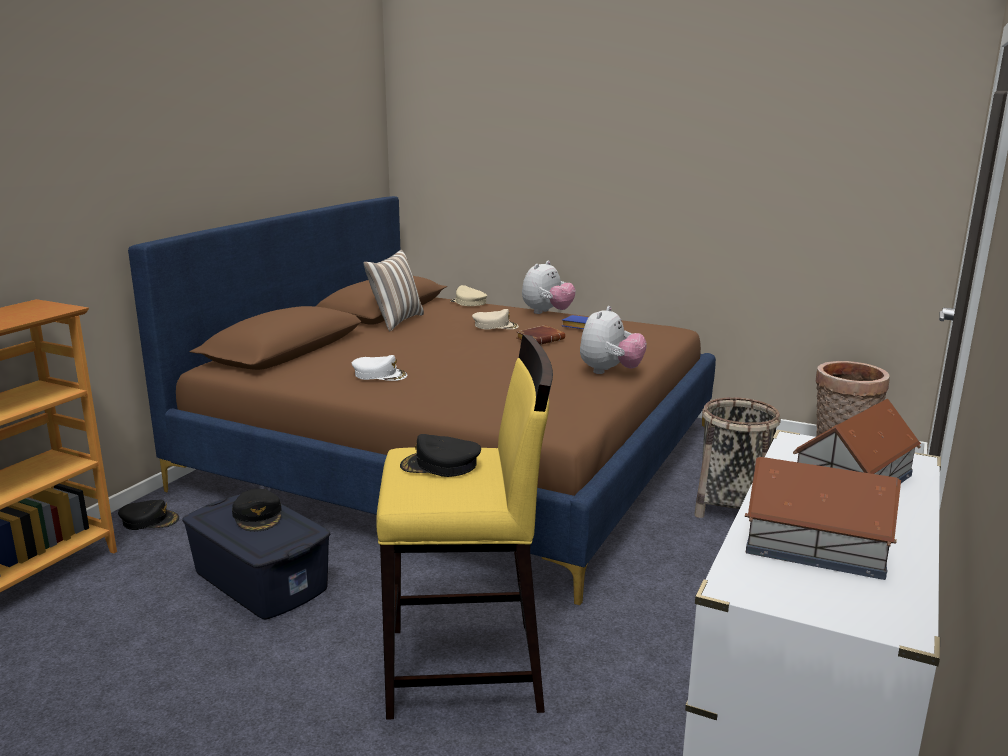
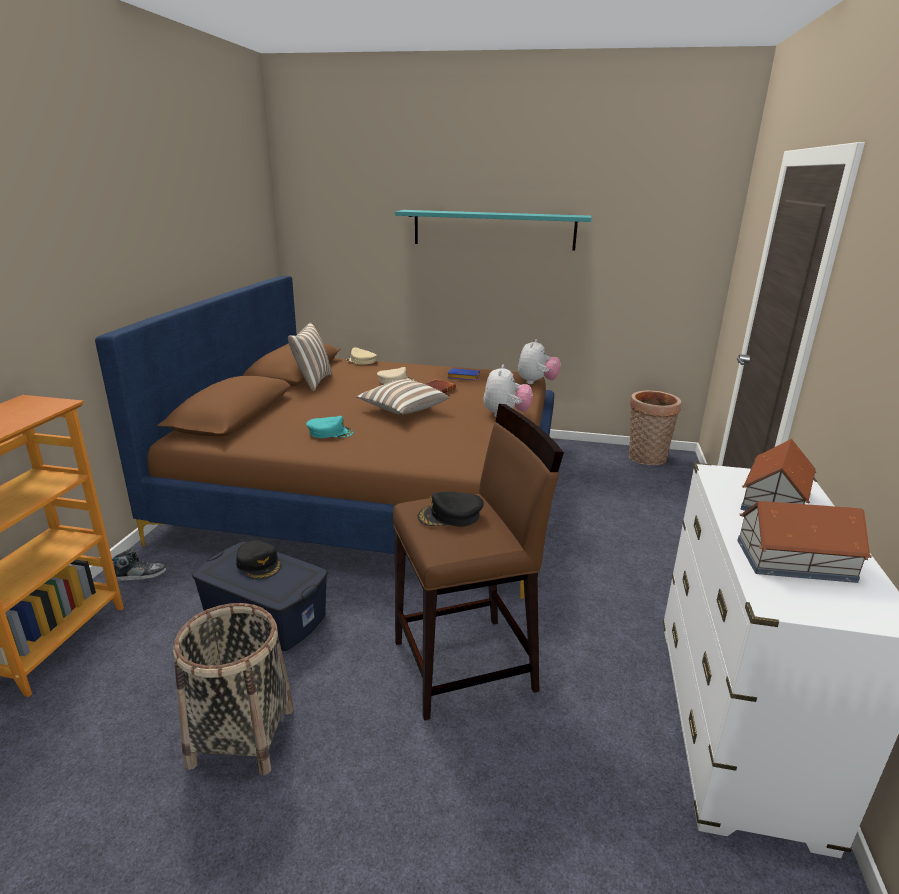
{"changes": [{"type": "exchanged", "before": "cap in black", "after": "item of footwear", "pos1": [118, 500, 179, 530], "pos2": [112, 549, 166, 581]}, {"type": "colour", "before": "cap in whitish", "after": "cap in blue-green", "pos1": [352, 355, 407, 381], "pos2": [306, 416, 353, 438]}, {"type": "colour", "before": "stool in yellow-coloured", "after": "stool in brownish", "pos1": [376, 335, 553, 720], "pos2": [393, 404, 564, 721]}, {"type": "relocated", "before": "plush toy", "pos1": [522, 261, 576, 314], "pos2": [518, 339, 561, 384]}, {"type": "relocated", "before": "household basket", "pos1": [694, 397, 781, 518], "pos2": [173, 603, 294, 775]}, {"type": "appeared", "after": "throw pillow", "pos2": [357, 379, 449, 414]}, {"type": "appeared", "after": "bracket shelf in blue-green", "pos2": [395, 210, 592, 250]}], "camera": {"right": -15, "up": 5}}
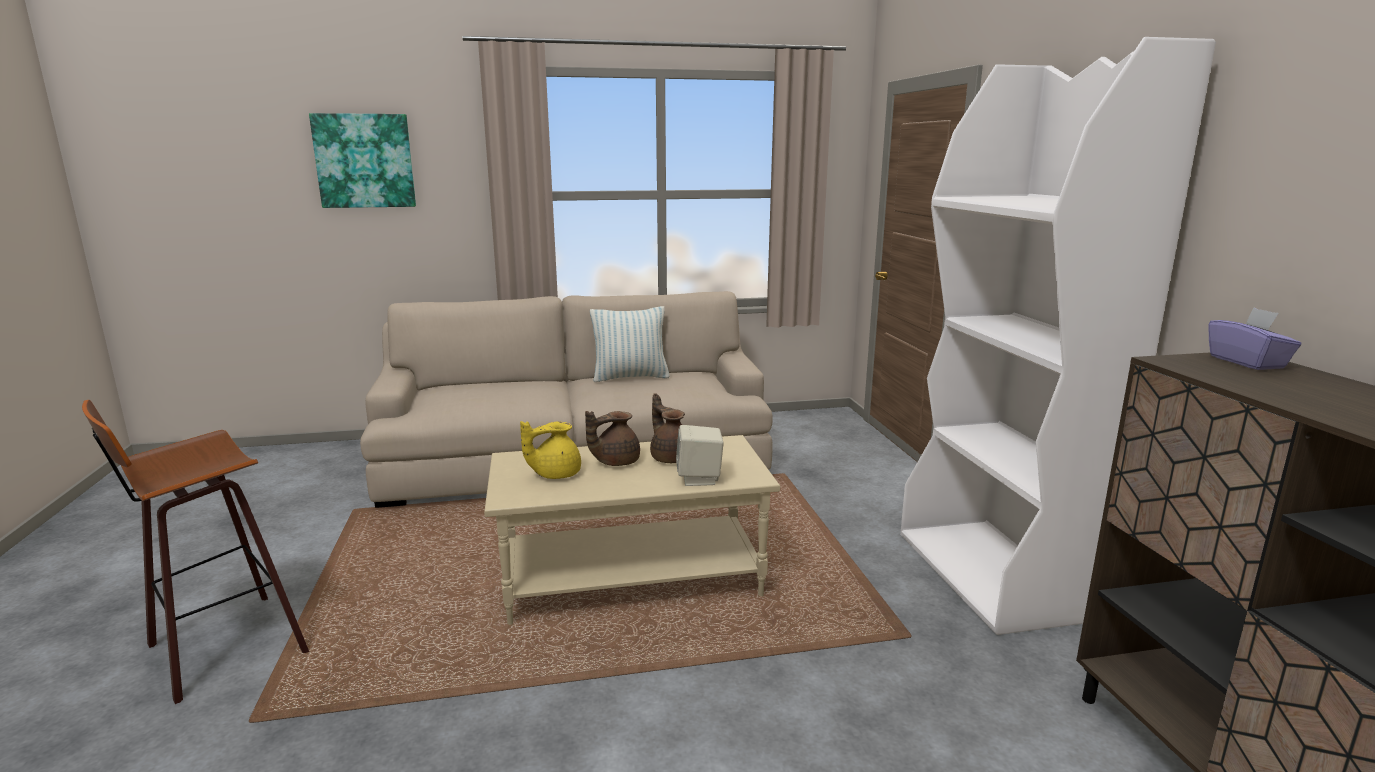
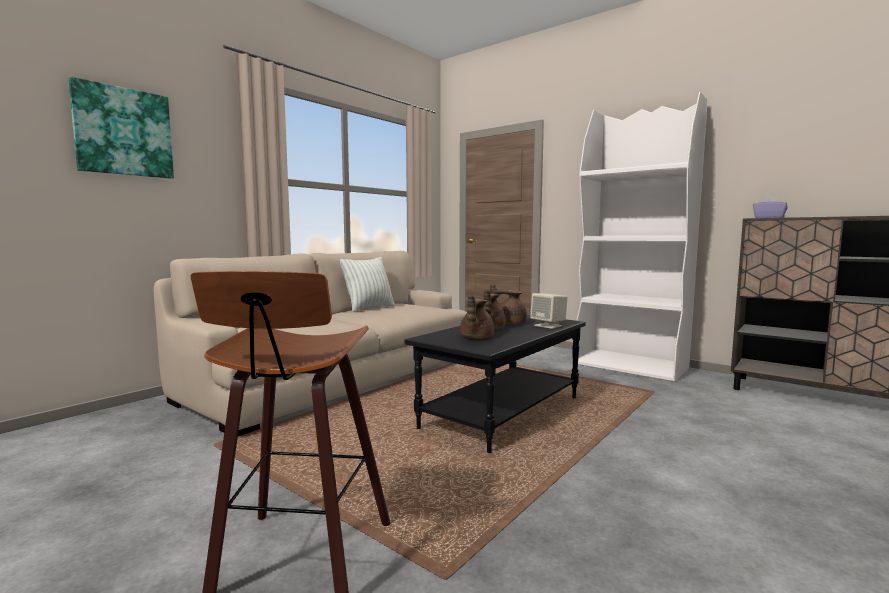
{"changes": [{"type": "colour", "before": "coffee table in beige", "after": "coffee table in black", "pos1": [484, 435, 780, 625], "pos2": [404, 315, 586, 453]}, {"type": "colour", "before": "teapot in yellow-coloured", "after": "teapot in brownish", "pos1": [520, 421, 581, 479], "pos2": [460, 295, 494, 339]}], "camera": {"right": -40, "up": -10}}
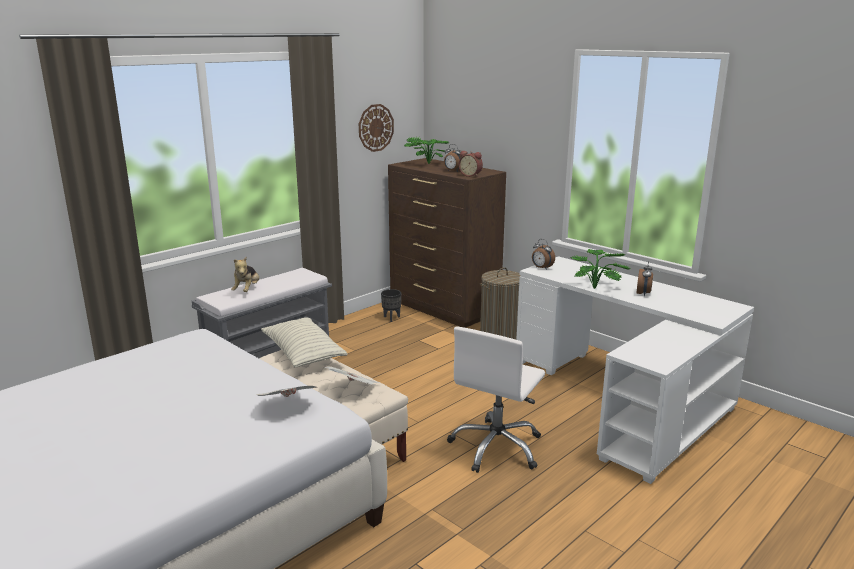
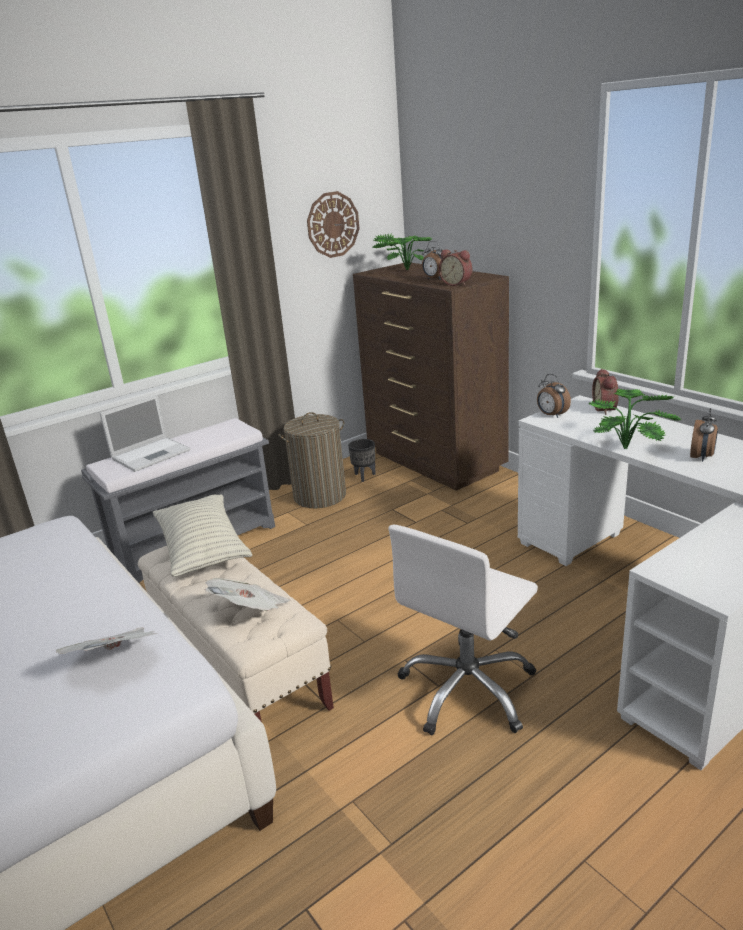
{"changes": [{"type": "exchanged", "before": "plush toy", "after": "laptop", "pos1": [231, 256, 259, 292], "pos2": [100, 395, 190, 472]}, {"type": "relocated", "before": "hamper", "pos1": [480, 267, 521, 339], "pos2": [278, 412, 346, 508]}, {"type": "appeared", "after": "alarm clock", "pos2": [592, 369, 619, 415]}], "camera": {"right": 10, "up": 5}}
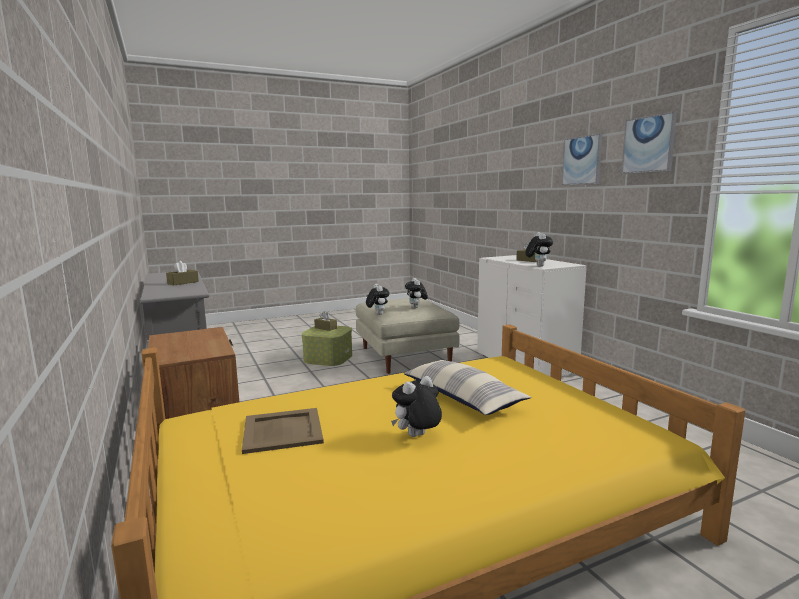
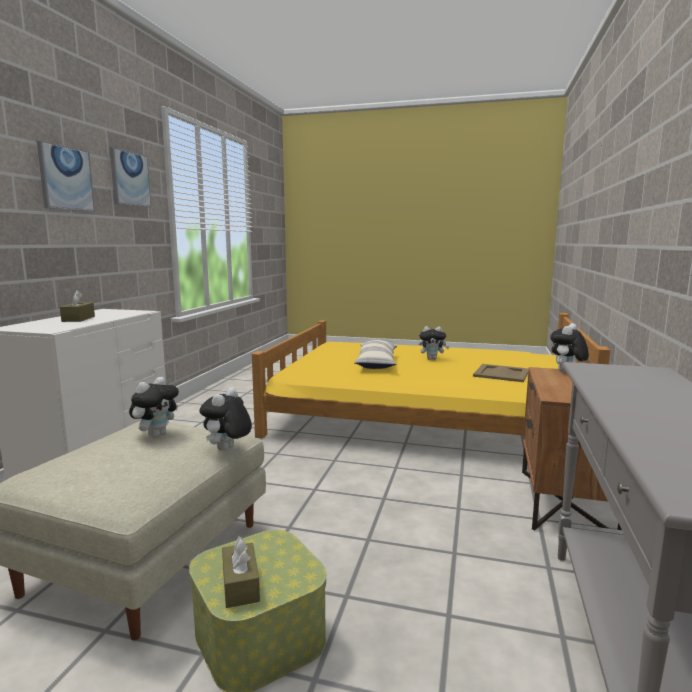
{"changes": [{"type": "missing", "before": "box of tissues in brownish", "pos1": [166, 261, 199, 285]}, {"type": "relocated", "before": "plush toy", "pos1": [525, 232, 553, 267], "pos2": [550, 323, 589, 372]}], "camera": {"right": -140, "up": 0}}
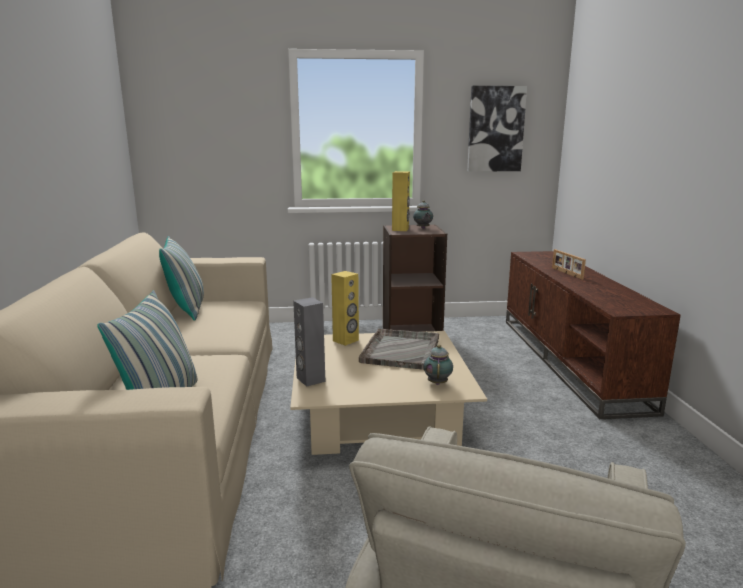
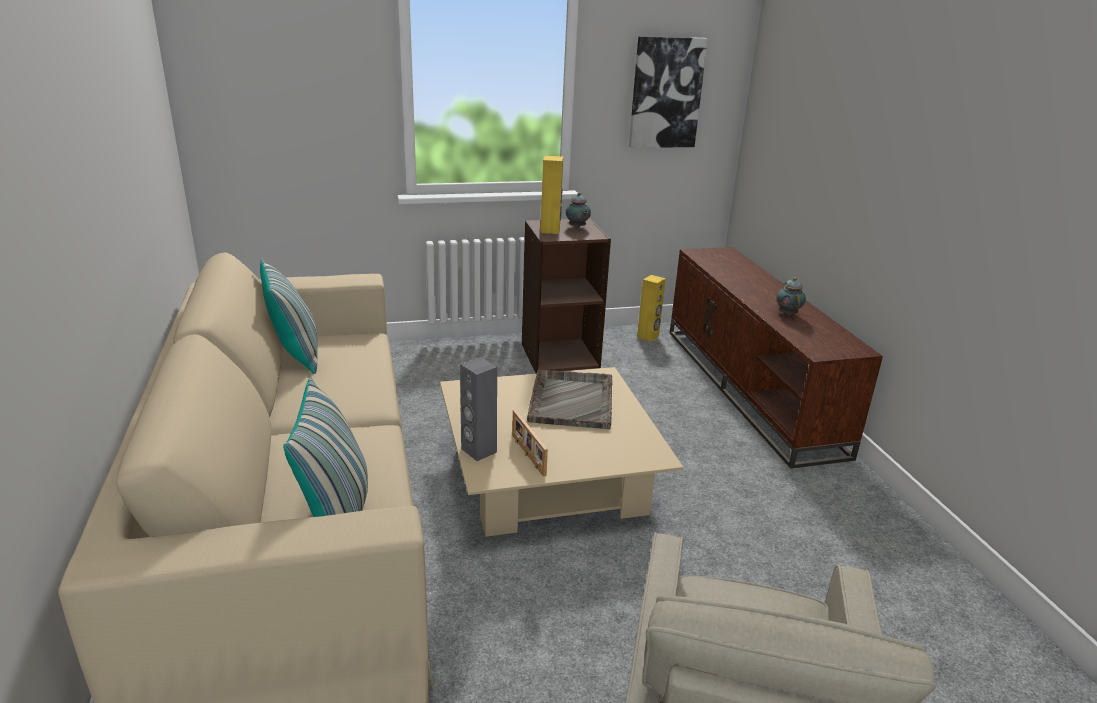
{"changes": [{"type": "relocated", "before": "speaker in yellow-coloured", "pos1": [331, 271, 359, 346], "pos2": [637, 275, 666, 342]}, {"type": "relocated", "before": "teapot", "pos1": [423, 345, 453, 385], "pos2": [777, 277, 806, 316]}, {"type": "relocated", "before": "picture frame", "pos1": [552, 249, 586, 280], "pos2": [512, 410, 548, 477]}], "camera": {"right": -10, "up": 10}}
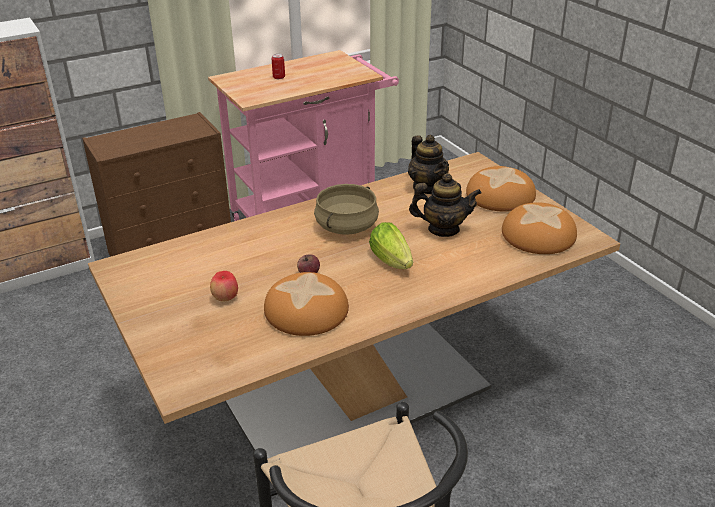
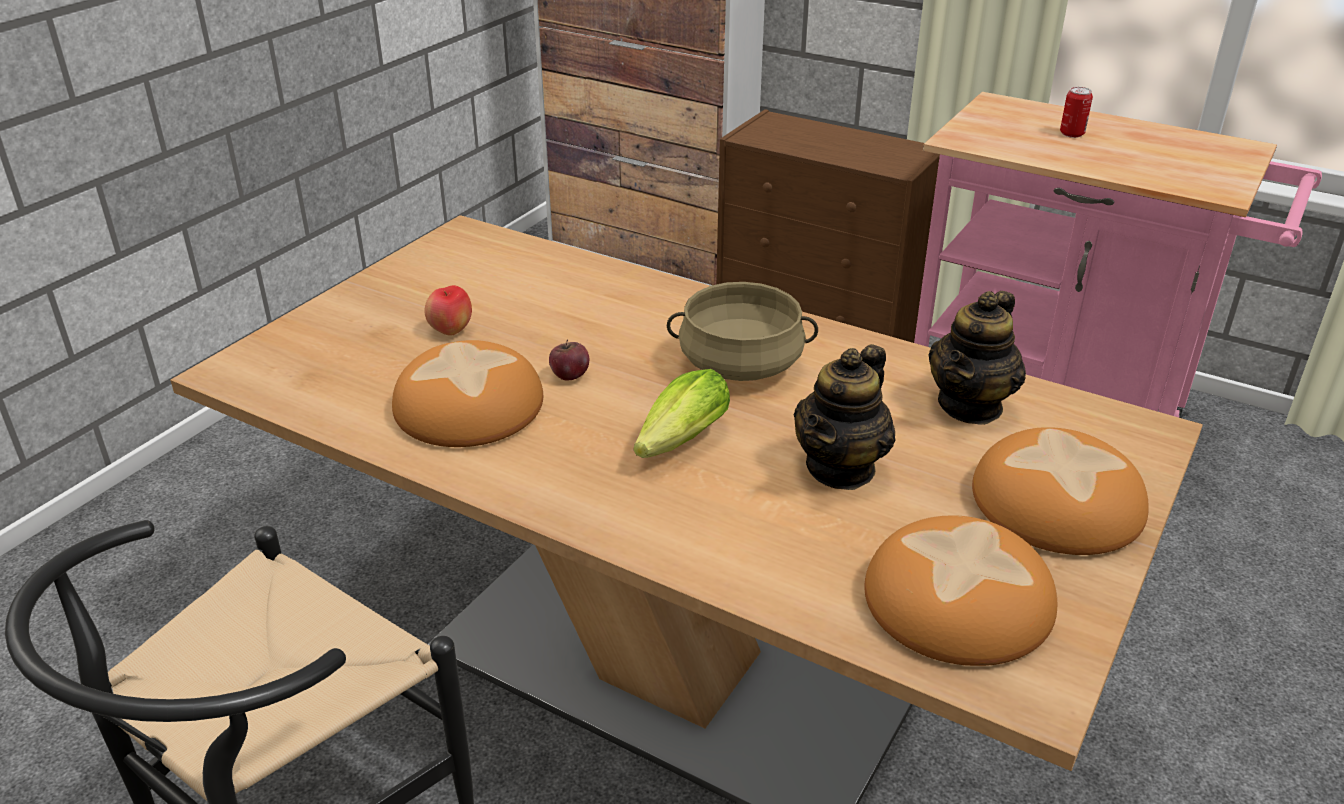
{"changes": [{"type": "spun", "before": "teapot", "pos1": [409, 173, 482, 237], "pos2": [794, 344, 896, 490], "turn": 60}], "camera": {"right": 60, "up": 0}}
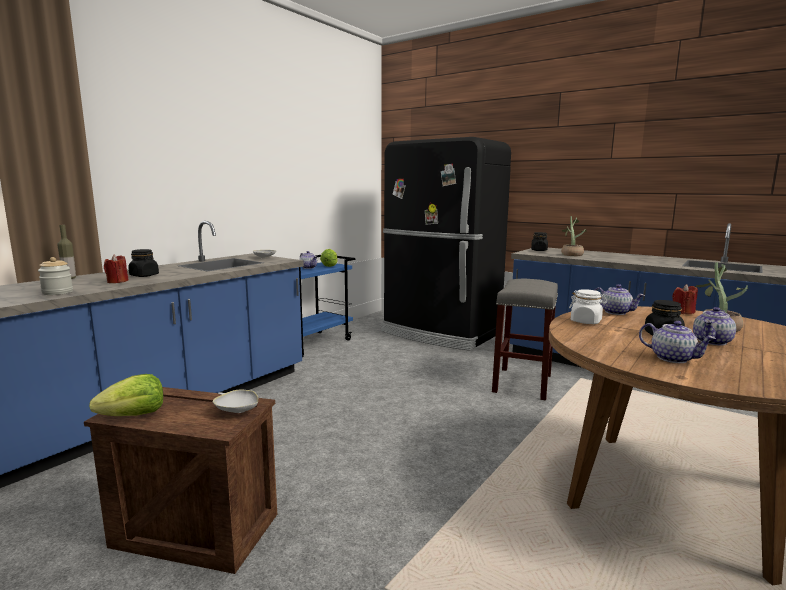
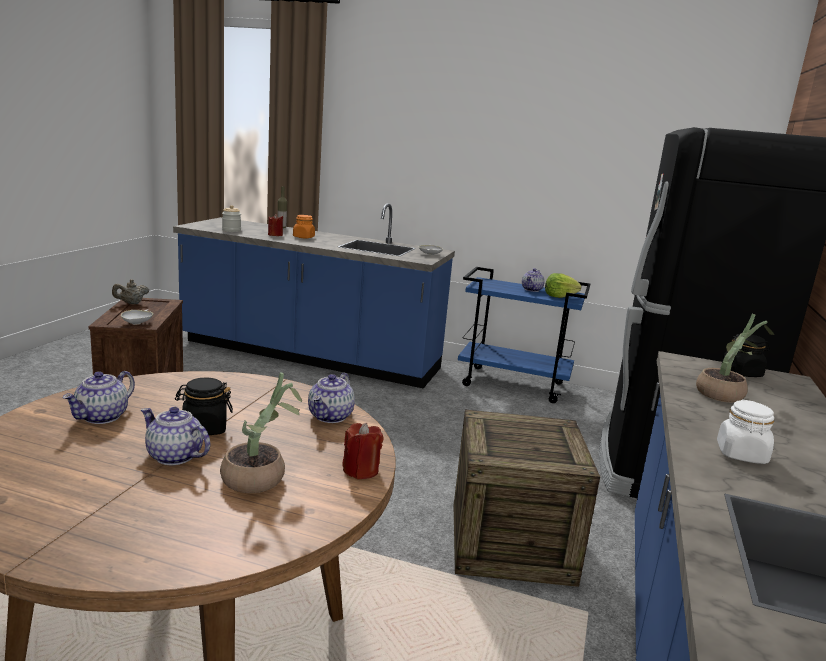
{"changes": [{"type": "exchanged", "before": "lettuce", "after": "teapot in beige", "pos1": [89, 374, 163, 416], "pos2": [112, 279, 149, 304]}, {"type": "colour", "before": "preserve jar in black", "after": "preserve jar in orangey", "pos1": [128, 249, 159, 277], "pos2": [293, 215, 315, 239]}, {"type": "exchanged", "before": "stool in gray", "after": "crate", "pos1": [492, 279, 558, 400], "pos2": [453, 409, 600, 587]}, {"type": "relocated", "before": "preserve jar in whitish", "pos1": [569, 290, 607, 324], "pos2": [717, 400, 774, 464]}], "camera": {"right": 70, "up": 5}}
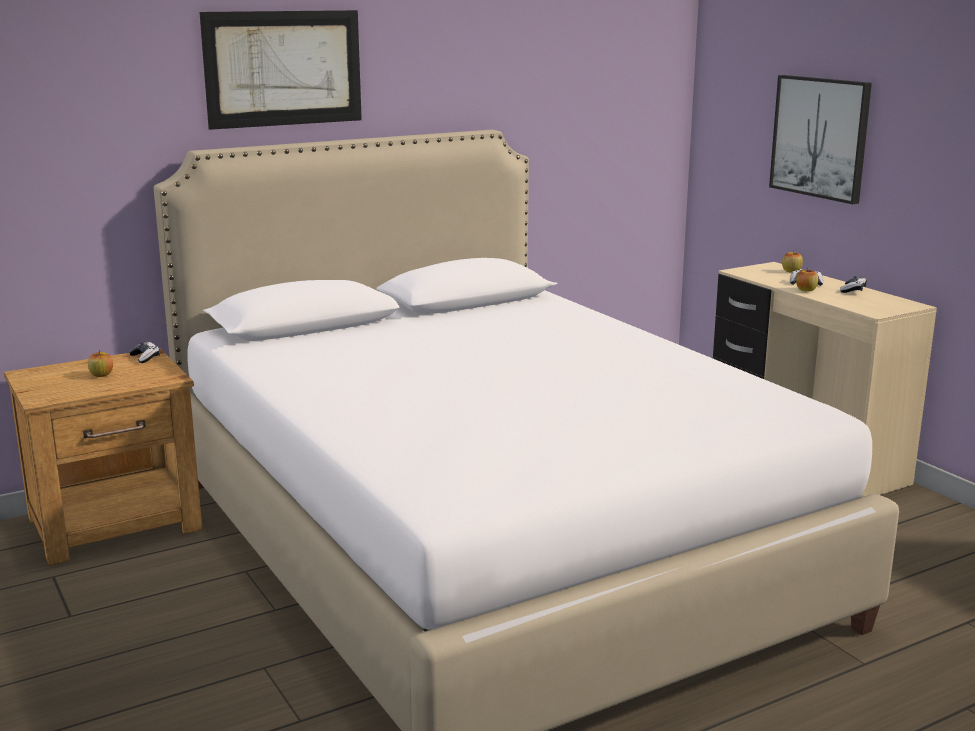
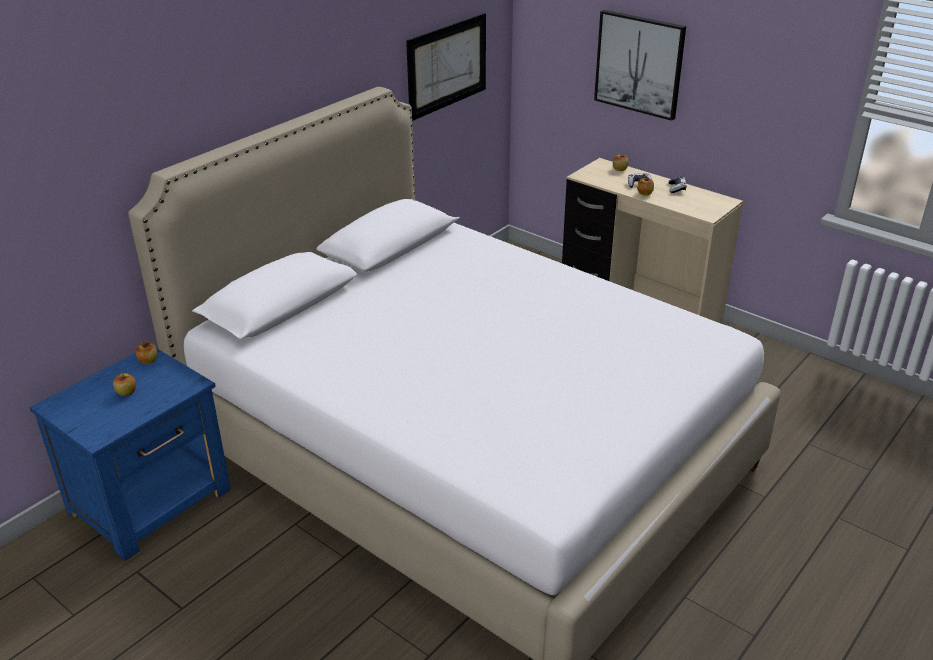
{"changes": [{"type": "colour", "before": "bedside table in brownish", "after": "bedside table in bluish", "pos1": [4, 348, 203, 566], "pos2": [30, 348, 231, 561]}, {"type": "exchanged", "before": "game controller", "after": "apple fruit", "pos1": [129, 341, 160, 363], "pos2": [136, 342, 157, 364]}, {"type": "relocated", "before": "wall picture", "pos1": [200, 10, 362, 130], "pos2": [406, 13, 486, 121]}], "camera": {"right": -20, "up": 15}}
